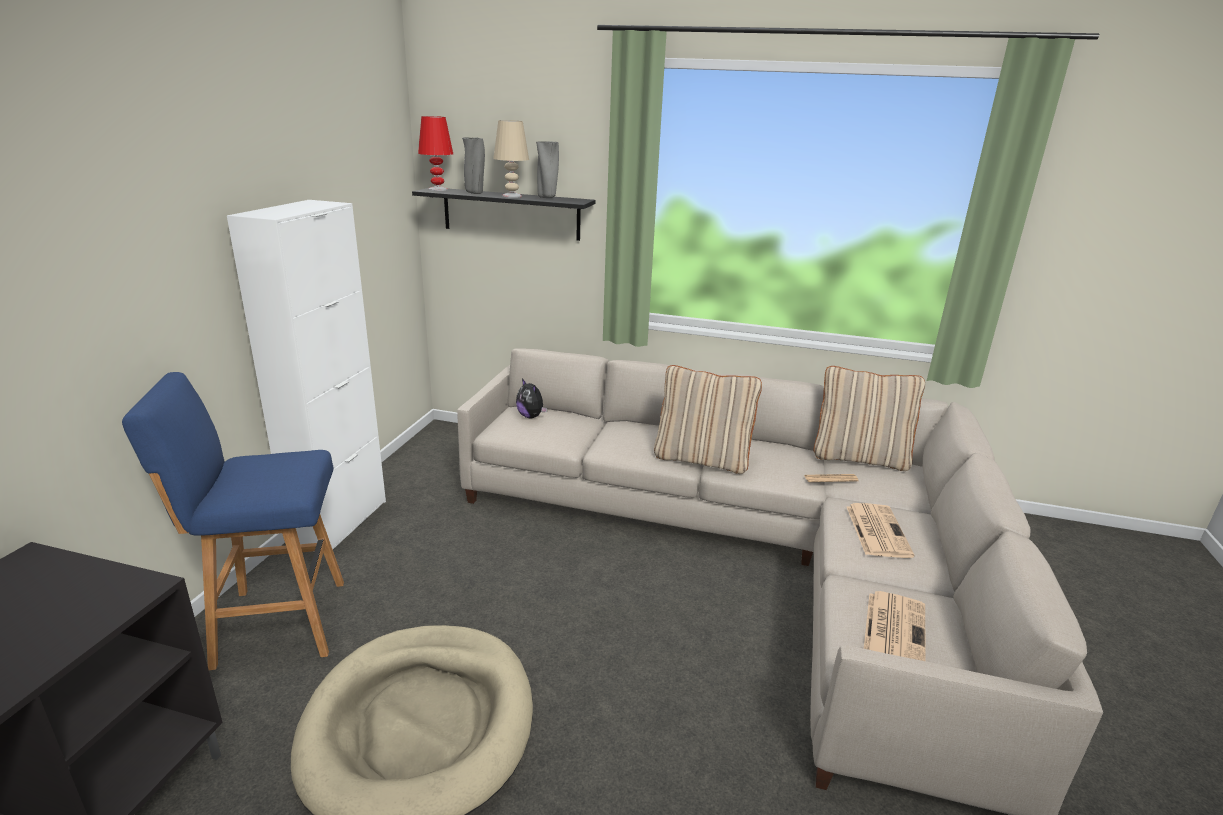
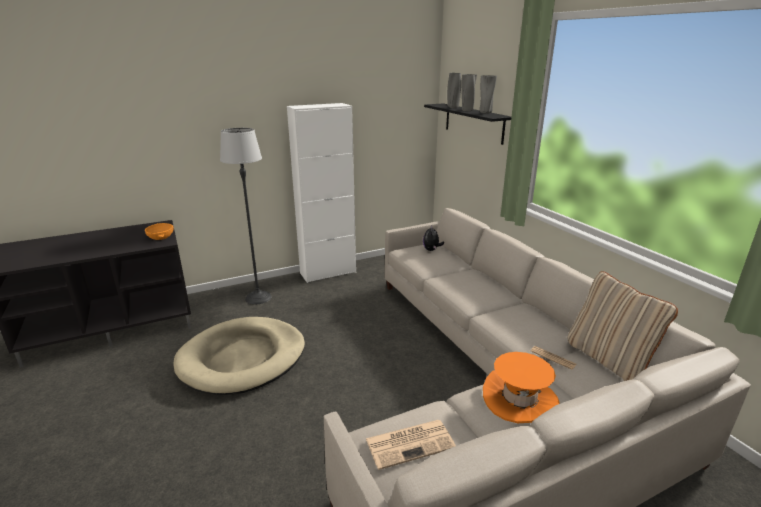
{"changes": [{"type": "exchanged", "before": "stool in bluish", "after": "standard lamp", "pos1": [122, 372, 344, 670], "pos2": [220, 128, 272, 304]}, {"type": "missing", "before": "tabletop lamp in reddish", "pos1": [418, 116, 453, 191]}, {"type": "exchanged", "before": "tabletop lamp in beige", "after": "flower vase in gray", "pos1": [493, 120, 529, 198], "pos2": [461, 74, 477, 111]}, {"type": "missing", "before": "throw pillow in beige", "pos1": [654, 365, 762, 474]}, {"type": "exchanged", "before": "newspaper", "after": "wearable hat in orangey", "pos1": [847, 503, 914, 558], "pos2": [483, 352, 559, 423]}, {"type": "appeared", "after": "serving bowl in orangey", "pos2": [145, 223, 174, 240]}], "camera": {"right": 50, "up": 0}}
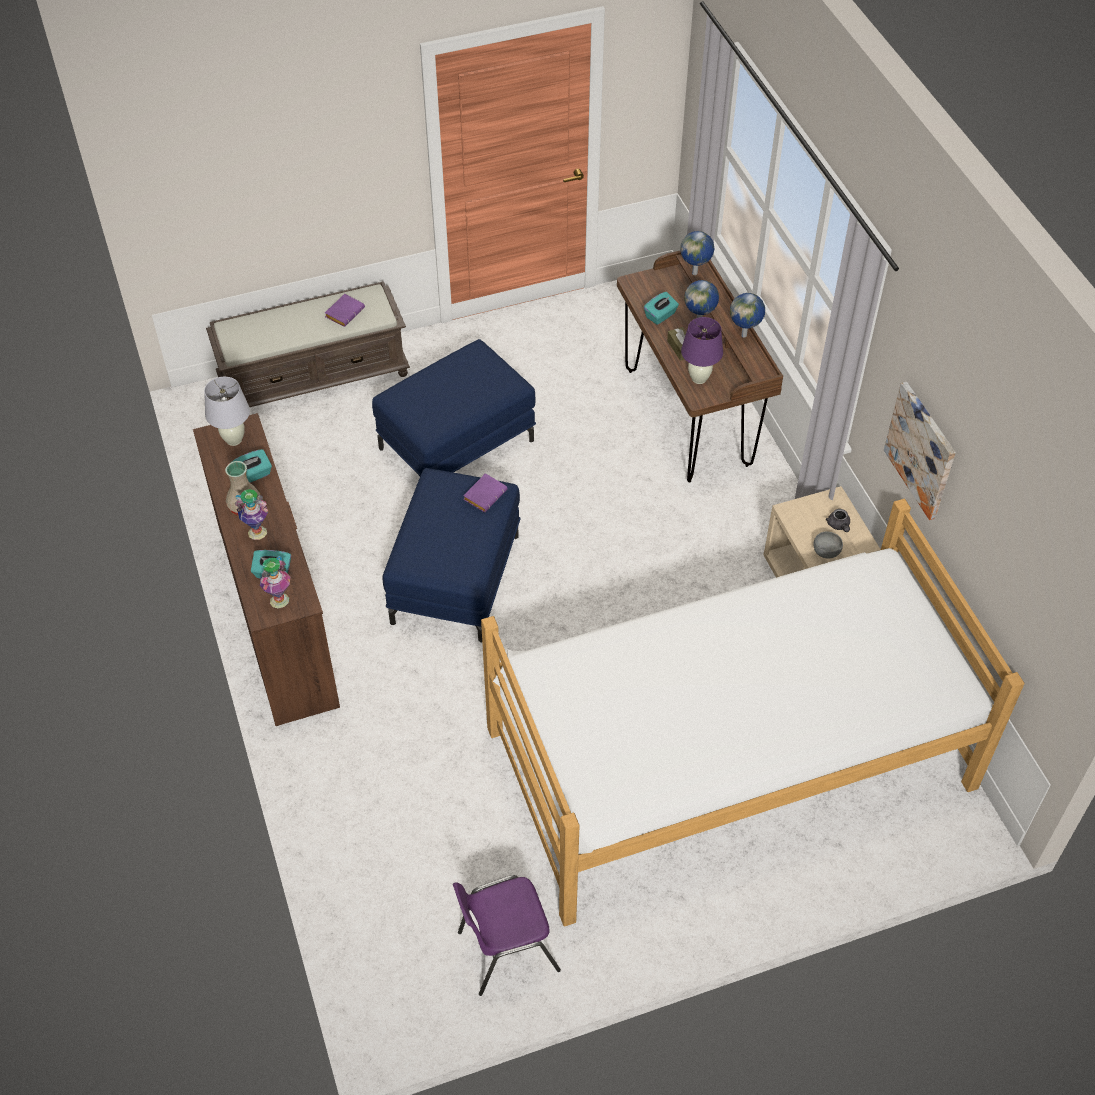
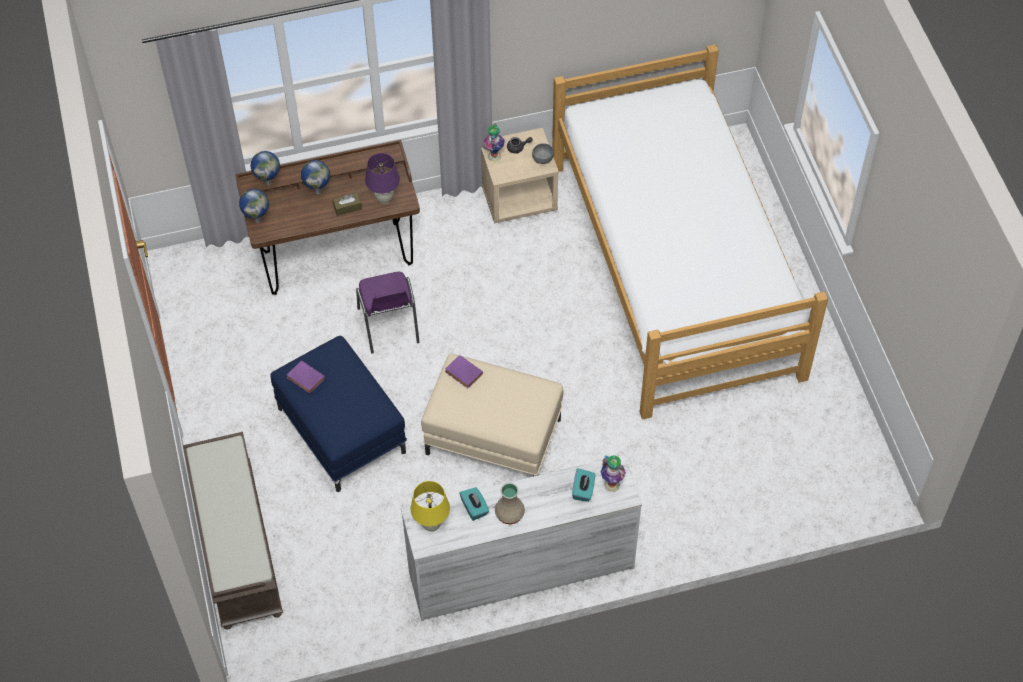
{"changes": [{"type": "colour", "before": "drawer chest in brownish", "after": "drawer chest in whitish", "pos1": [193, 413, 340, 726], "pos2": [401, 455, 642, 621]}, {"type": "colour", "before": "tabletop lamp in whitish", "after": "tabletop lamp in yellow-coloured", "pos1": [204, 377, 250, 446], "pos2": [411, 481, 450, 532]}, {"type": "relocated", "before": "flower vase", "pos1": [235, 489, 268, 540], "pos2": [484, 123, 505, 162]}, {"type": "relocated", "before": "book in purplish", "pos1": [325, 294, 365, 327], "pos2": [287, 361, 325, 393]}, {"type": "colour", "before": "pouffe in bluish", "after": "pouffe in beige", "pos1": [382, 468, 521, 642], "pos2": [421, 354, 563, 477]}, {"type": "relocated", "before": "upright chair in purplish", "pos1": [453, 875, 561, 996], "pos2": [356, 272, 420, 354]}, {"type": "missing", "before": "box of tissues in blue-green", "pos1": [644, 292, 679, 325]}, {"type": "relocated", "before": "globe", "pos1": [730, 293, 765, 338], "pos2": [239, 189, 269, 223]}, {"type": "missing", "before": "wall picture", "pos1": [884, 381, 956, 520]}], "camera": {"right": -85, "up": 5}}
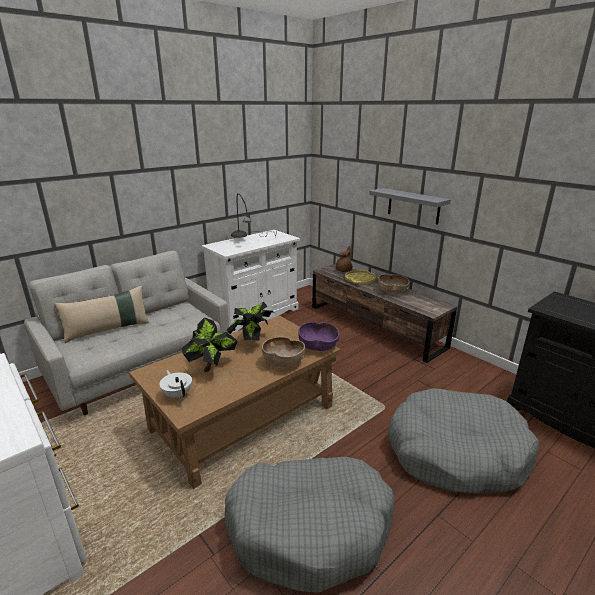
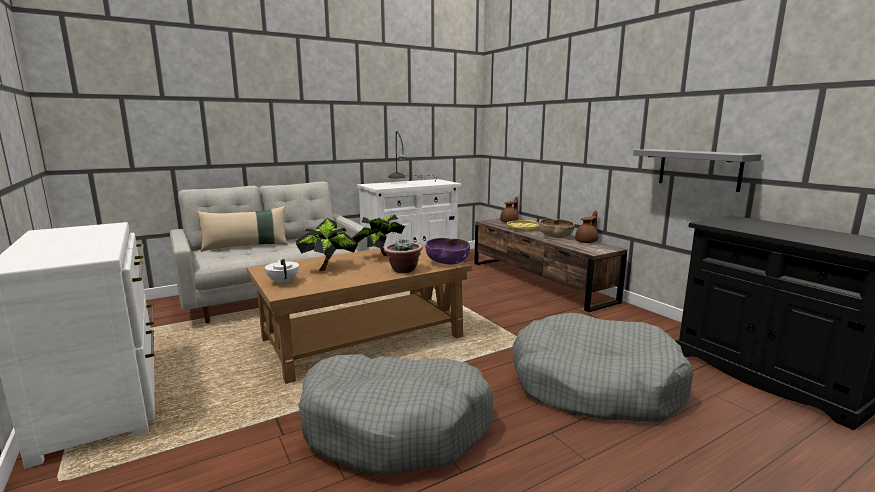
{"changes": [{"type": "exchanged", "before": "serving bowl in brownish", "after": "potted plant", "pos1": [262, 337, 305, 367], "pos2": [384, 239, 423, 273]}, {"type": "relocated", "before": "bracket shelf in gray", "pos1": [369, 188, 451, 225], "pos2": [633, 149, 762, 192]}, {"type": "appeared", "after": "teapot in brownish", "pos2": [575, 211, 598, 243]}], "camera": {"right": 10, "up": -10}}
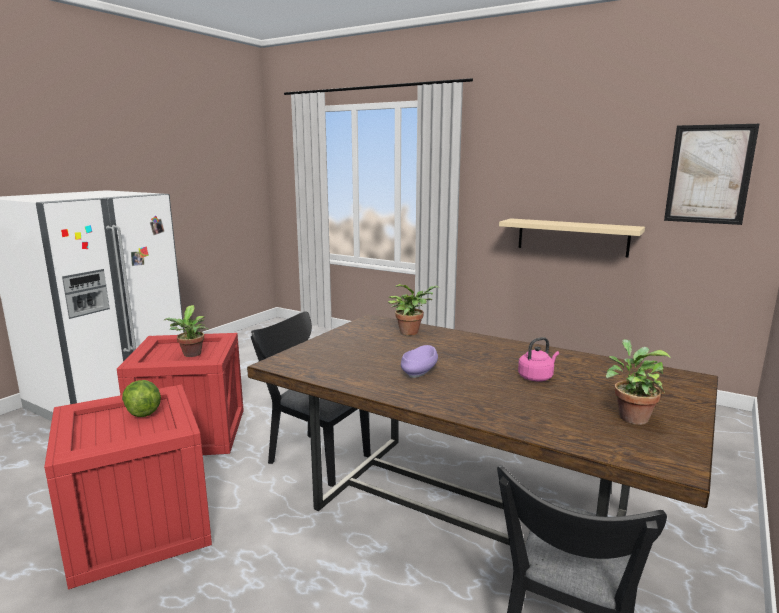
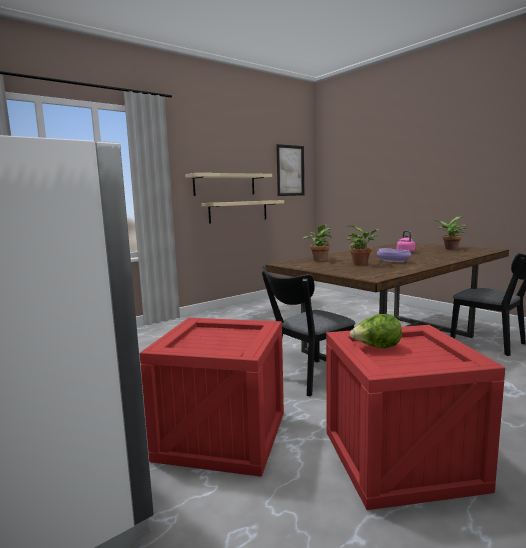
{"changes": [{"type": "relocated", "before": "potted plant", "pos1": [164, 305, 208, 357], "pos2": [346, 225, 379, 265]}, {"type": "appeared", "after": "bracket shelf in beige", "pos2": [185, 173, 272, 196]}], "camera": {"right": -70, "up": -5}}
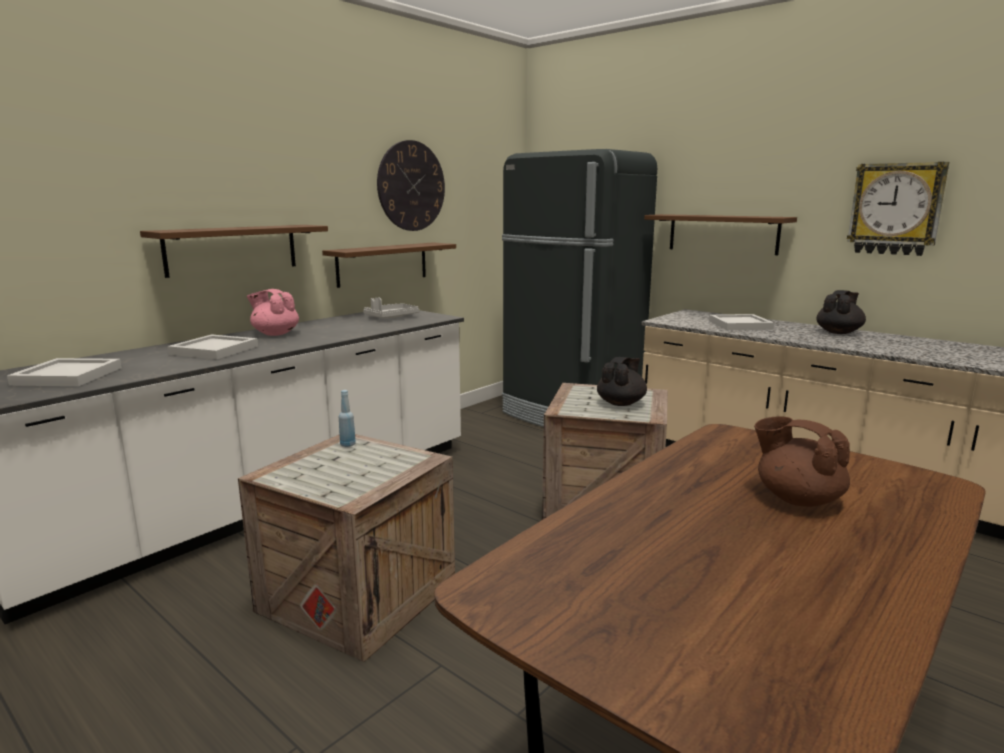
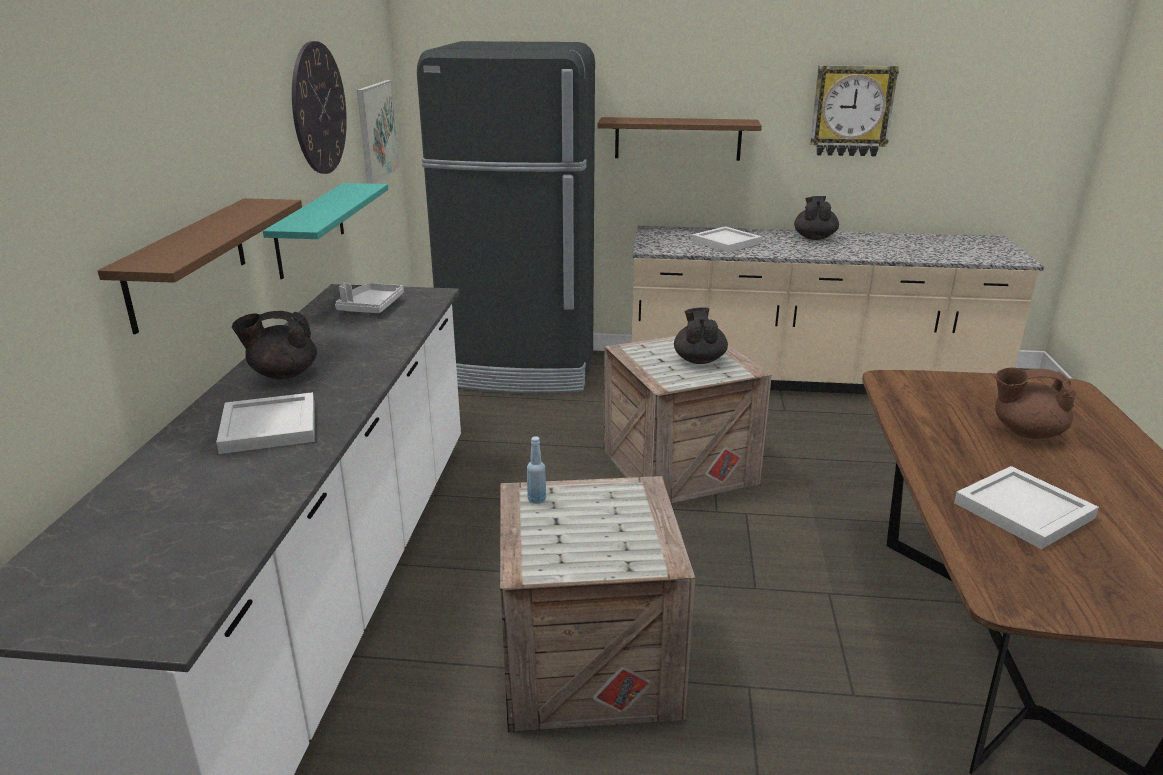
{"changes": [{"type": "relocated", "before": "serving tray in whitish", "pos1": [7, 358, 122, 386], "pos2": [954, 466, 1099, 549]}, {"type": "colour", "before": "teapot in pink", "after": "teapot in black", "pos1": [247, 289, 299, 336], "pos2": [232, 311, 317, 380]}, {"type": "colour", "before": "bracket shelf in brownish", "after": "bracket shelf in blue-green", "pos1": [322, 243, 456, 288], "pos2": [263, 183, 388, 279]}, {"type": "appeared", "after": "wall picture", "pos2": [357, 80, 400, 184]}], "camera": {"right": -35, "up": 10}}
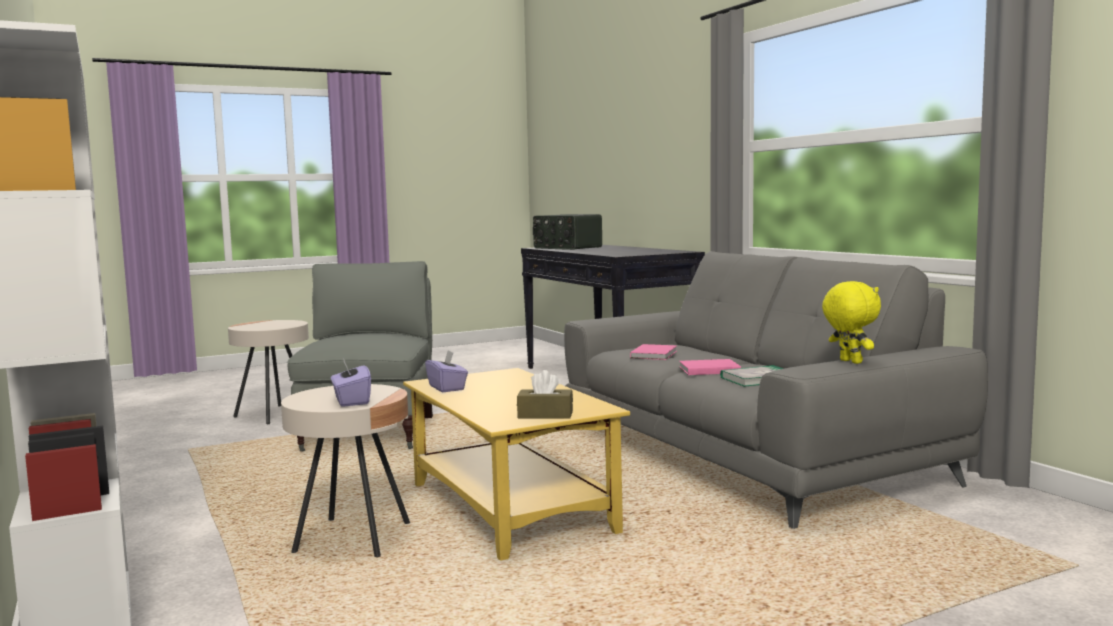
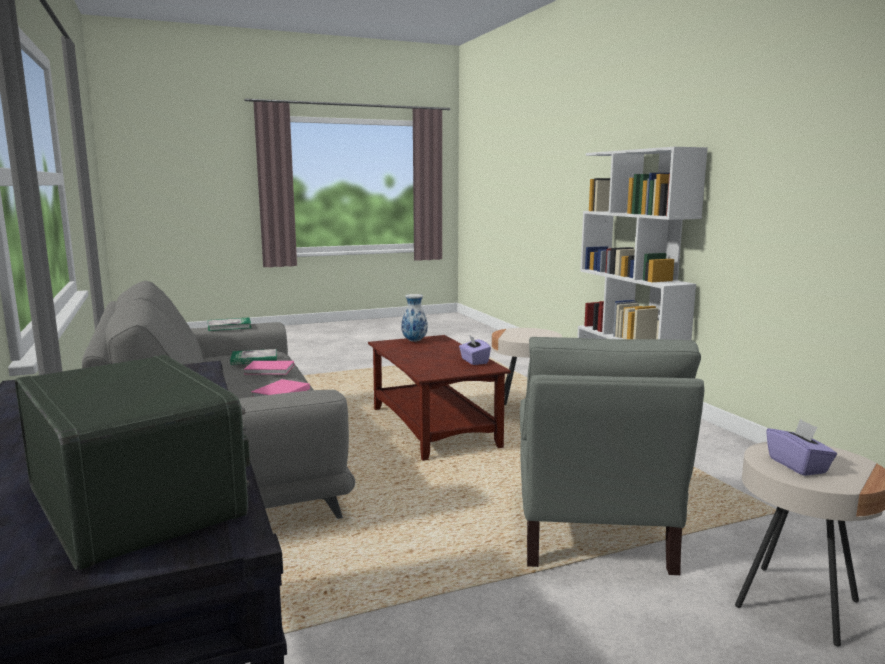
{"changes": [{"type": "relocated", "before": "box of tissues in purplish", "pos1": [331, 358, 371, 407], "pos2": [766, 419, 837, 476]}, {"type": "colour", "before": "coffee table in yellow-coloured", "after": "coffee table in brownish", "pos1": [403, 368, 630, 561], "pos2": [368, 335, 511, 461]}, {"type": "exchanged", "before": "box of tissues in brownish", "after": "flower vase", "pos1": [517, 370, 573, 419], "pos2": [401, 294, 428, 342]}, {"type": "exchanged", "before": "plush toy in yellow-coloured", "after": "book", "pos1": [822, 281, 881, 364], "pos2": [208, 317, 251, 331]}], "camera": {"right": -175, "up": 5}}
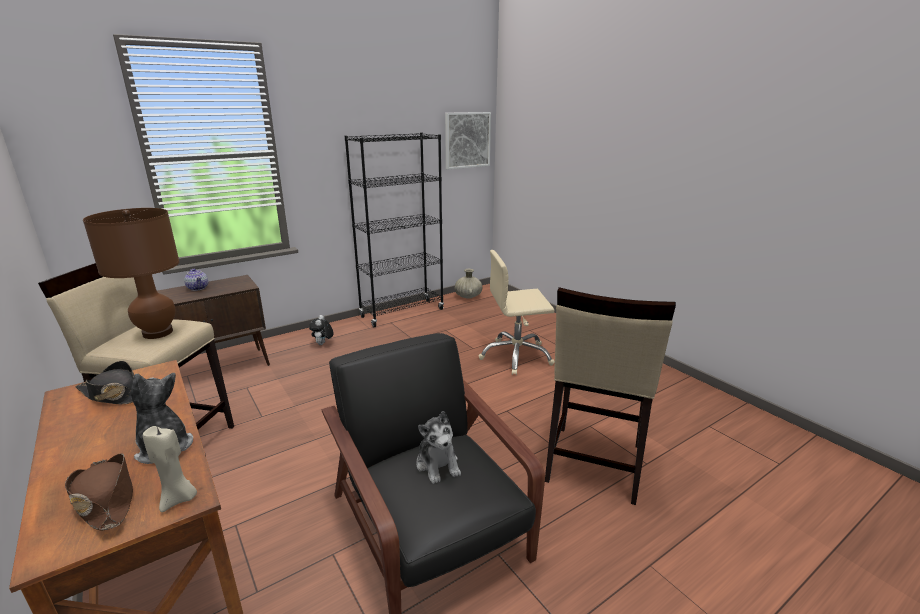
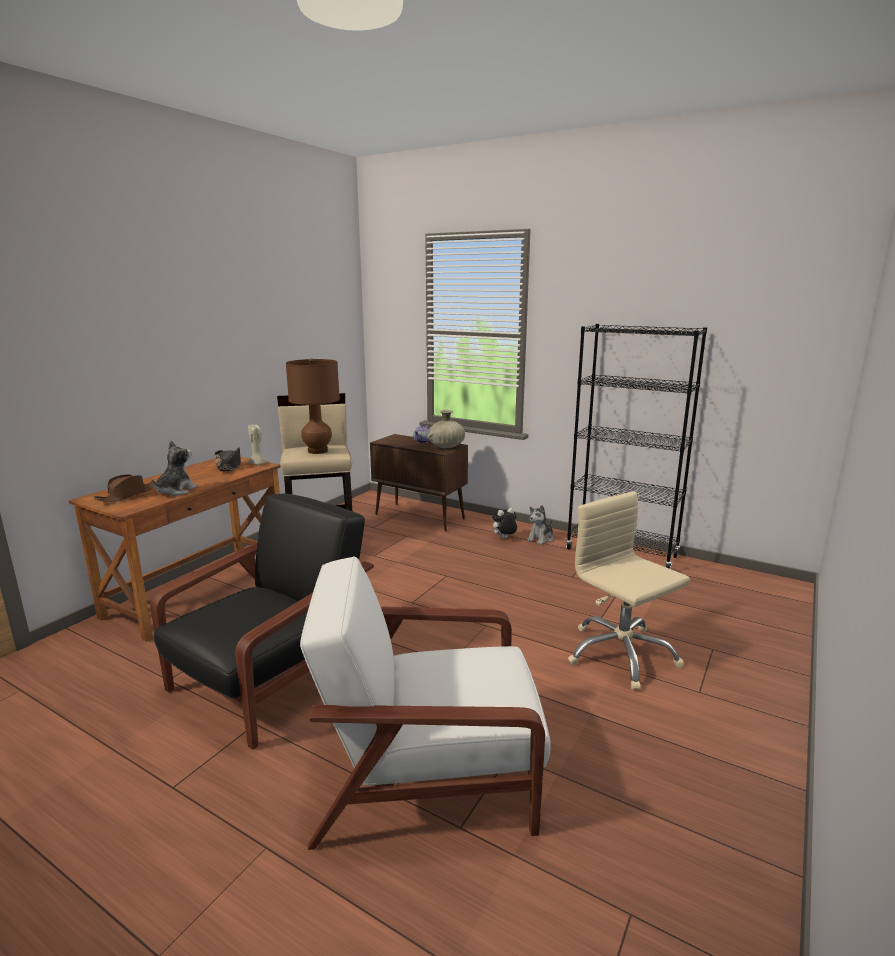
{"changes": [{"type": "relocated", "before": "wax candle in beige", "pos1": [143, 426, 197, 512], "pos2": [248, 424, 268, 465]}, {"type": "relocated", "before": "plush toy", "pos1": [416, 411, 461, 484], "pos2": [527, 505, 553, 545]}, {"type": "missing", "before": "wall picture", "pos1": [445, 112, 491, 169]}, {"type": "relocated", "before": "flower vase in beige", "pos1": [455, 269, 483, 299], "pos2": [427, 410, 465, 448]}, {"type": "exchanged", "before": "stool in beige", "after": "lounge chair in whitish", "pos1": [545, 287, 676, 505], "pos2": [300, 556, 551, 850]}], "camera": {"right": 65, "up": -5}}
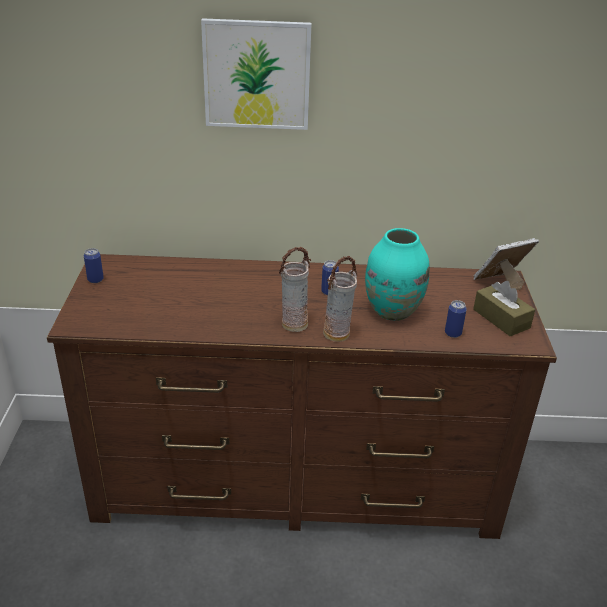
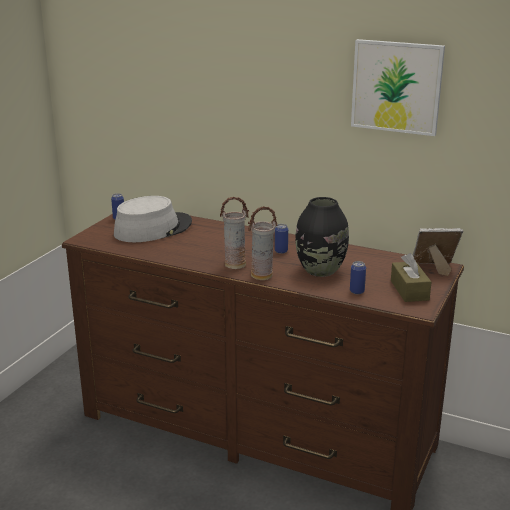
{"changes": [{"type": "relocated", "before": "wall picture", "pos1": [201, 18, 312, 130], "pos2": [351, 39, 445, 136]}, {"type": "colour", "before": "flower vase in blue-green", "after": "flower vase in black", "pos1": [365, 228, 429, 321], "pos2": [295, 197, 349, 277]}, {"type": "appeared", "after": "wearable hat in gray", "pos2": [114, 196, 192, 242]}], "camera": {"right": 25, "up": -10}}
